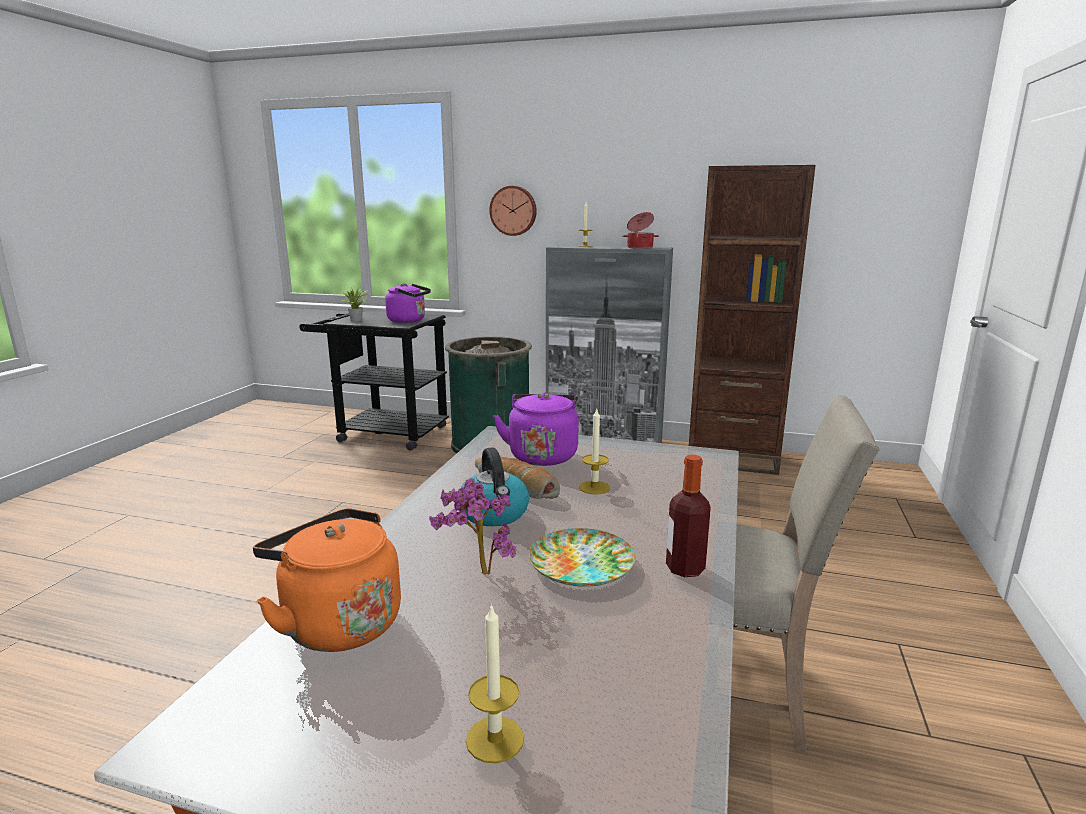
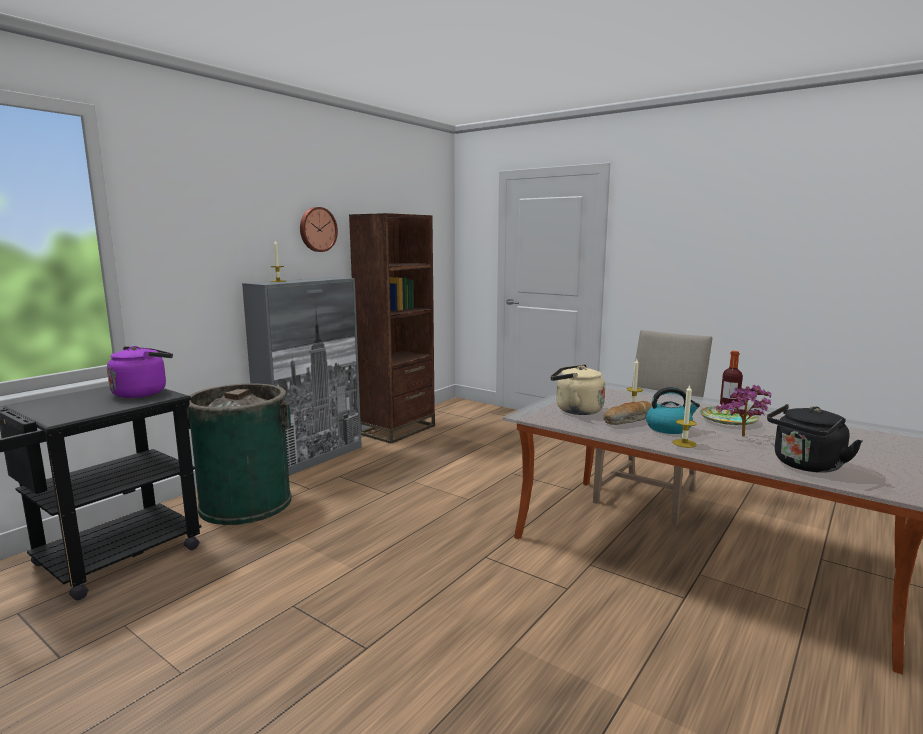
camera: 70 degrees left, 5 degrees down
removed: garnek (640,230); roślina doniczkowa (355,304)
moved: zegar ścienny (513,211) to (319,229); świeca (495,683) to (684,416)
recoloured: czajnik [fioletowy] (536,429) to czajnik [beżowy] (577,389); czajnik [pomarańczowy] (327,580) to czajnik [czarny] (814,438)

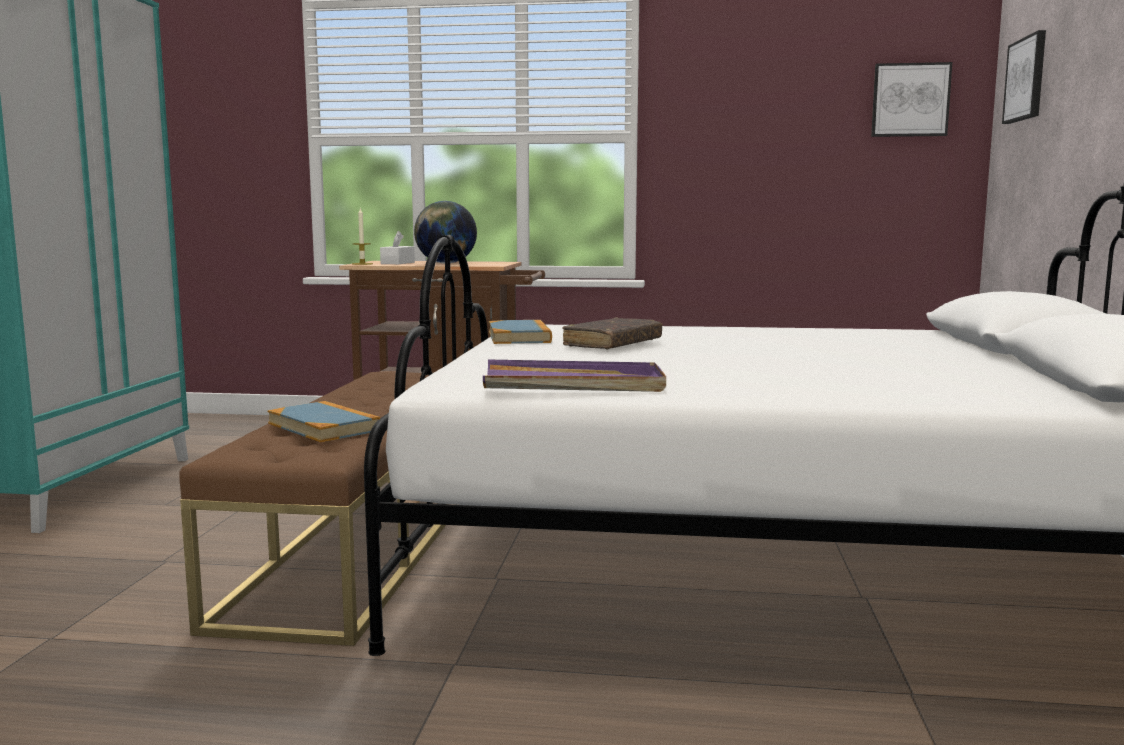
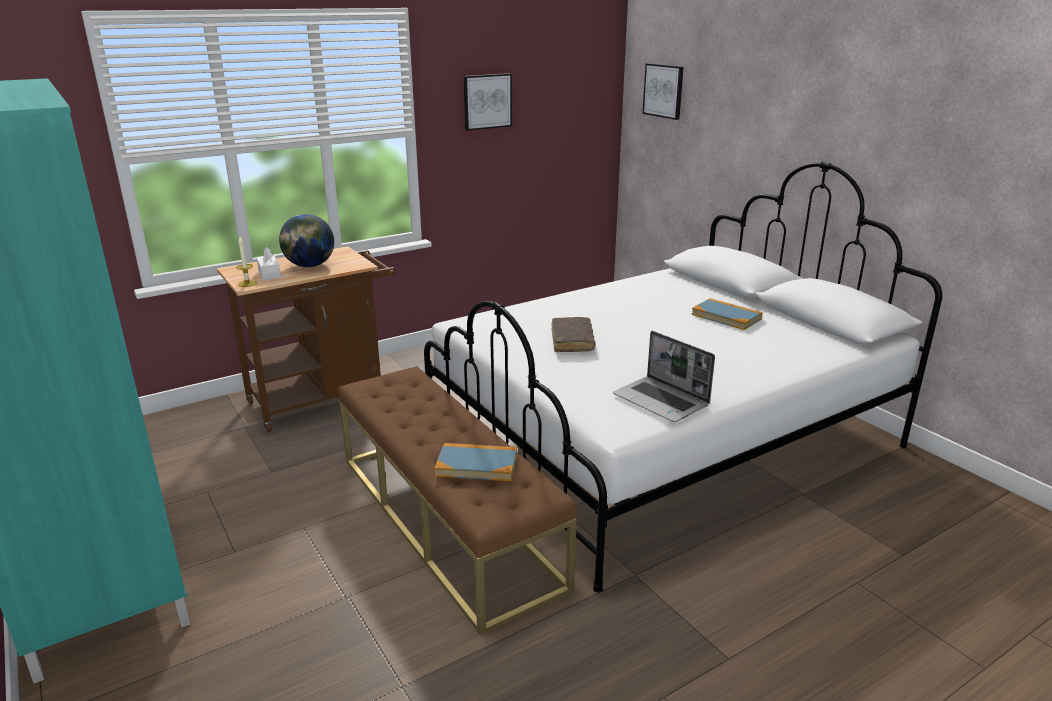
camera: 40 degrees left, 15 degrees up
moved: obraz (911,99) to (487,102); książka (520,332) to (726,314)
replaced: taca [fioletowy] (574,376) to laptop (664,376)

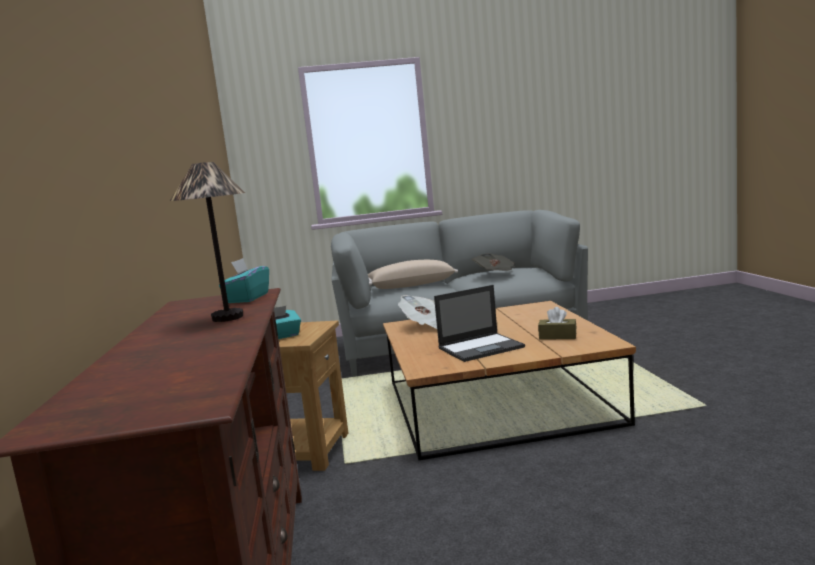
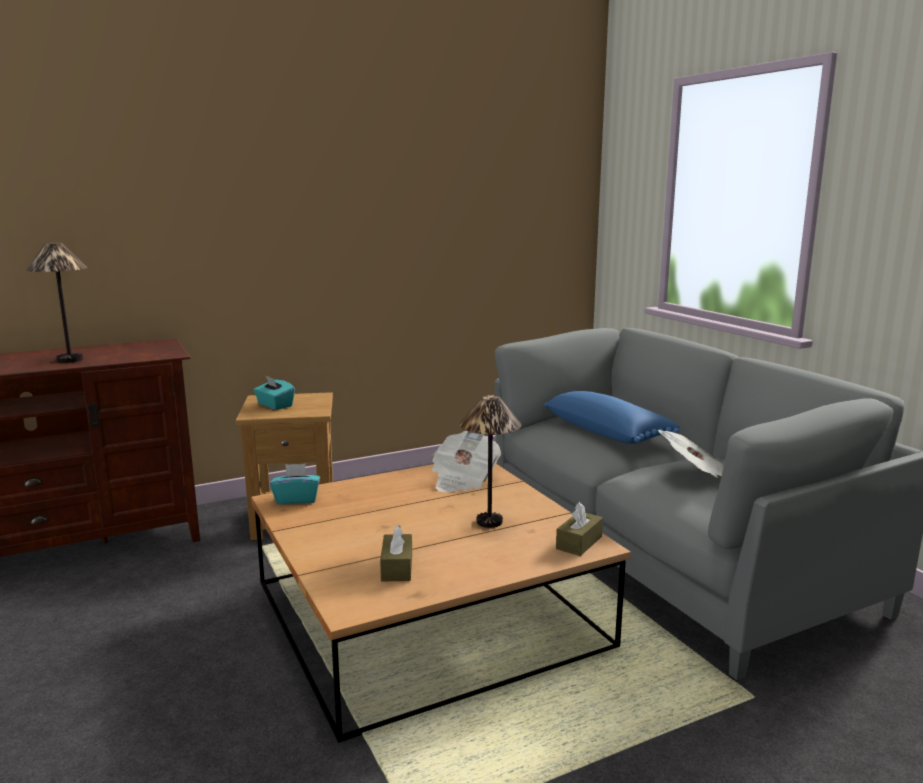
camera: 70 degrees right, 5 degrees up
removed: laptop (479,323)
added: lampa stołowa (491,461); pudełko chusteczek [brązowy] (579,529)
moved: pudełko chusteczek [turkusowy] (244,280) to (295,484)
recoloured: poduszka [beżowy] (413,274) to poduszka [niebieski] (612,417)

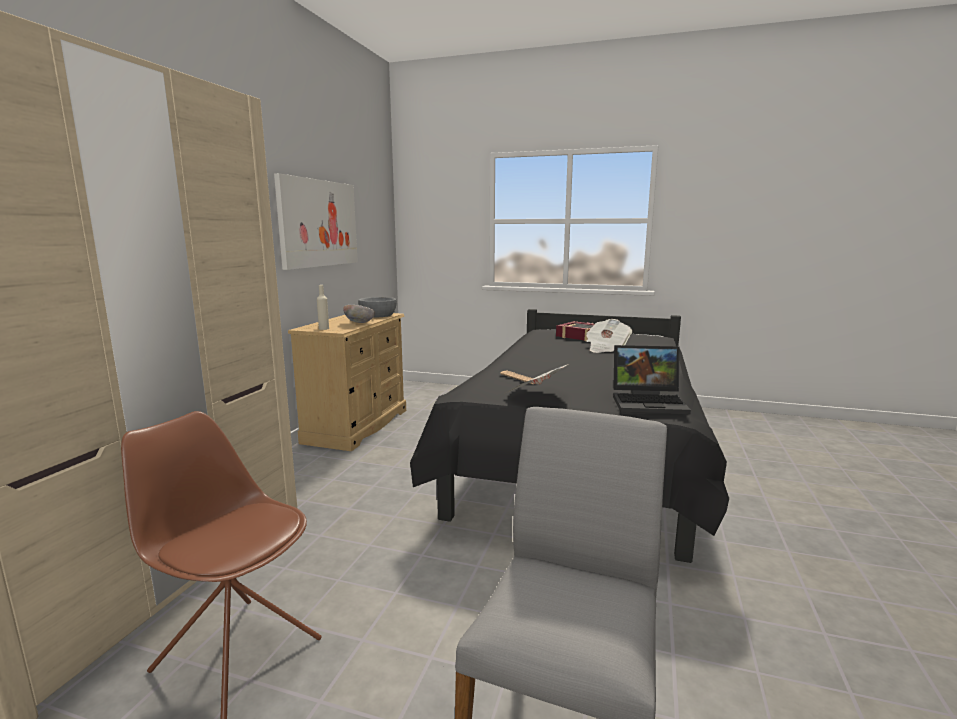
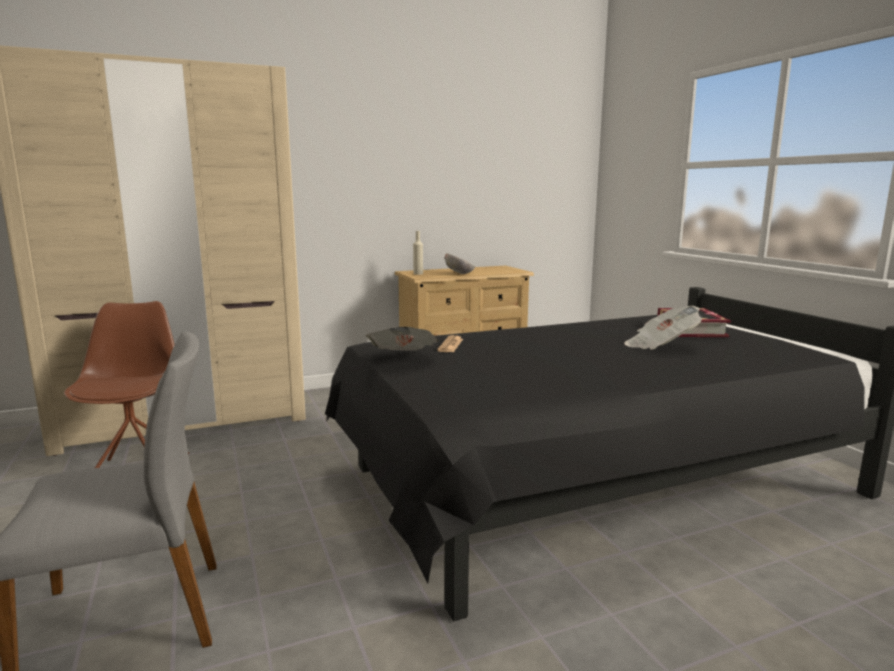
camera: 50 degrees right, 0 degrees up
removed: obraz (316,221); miska [szary] (377,307); laptop (652,380)

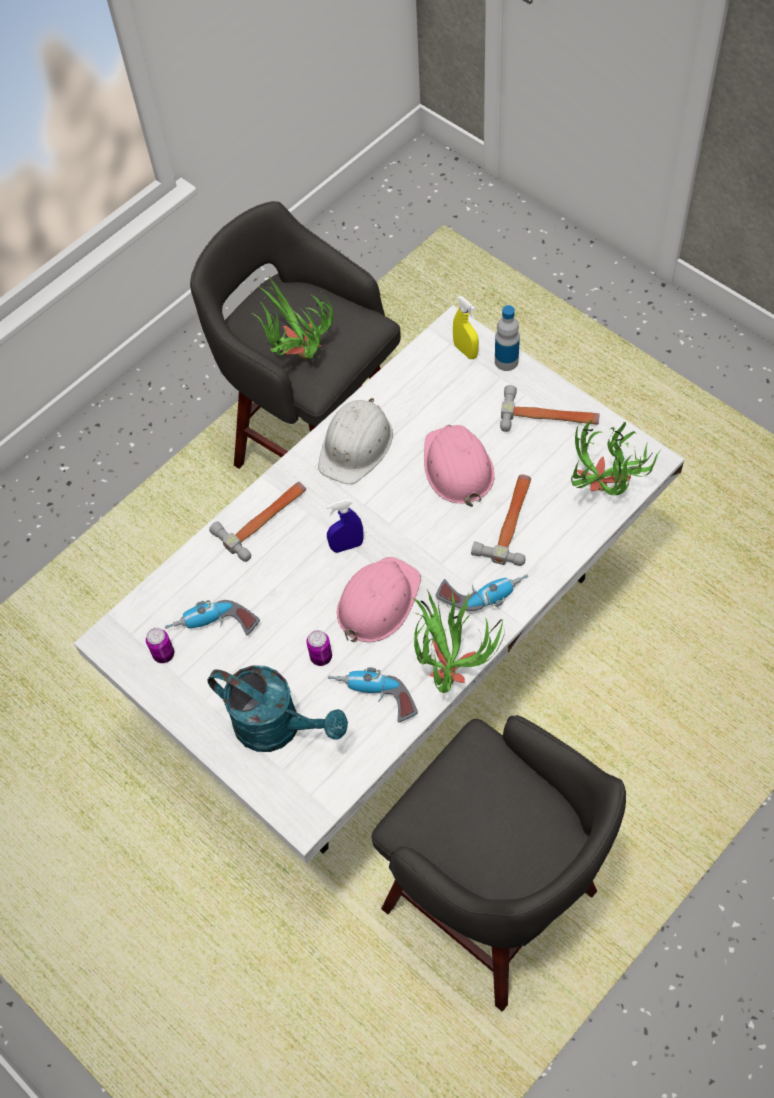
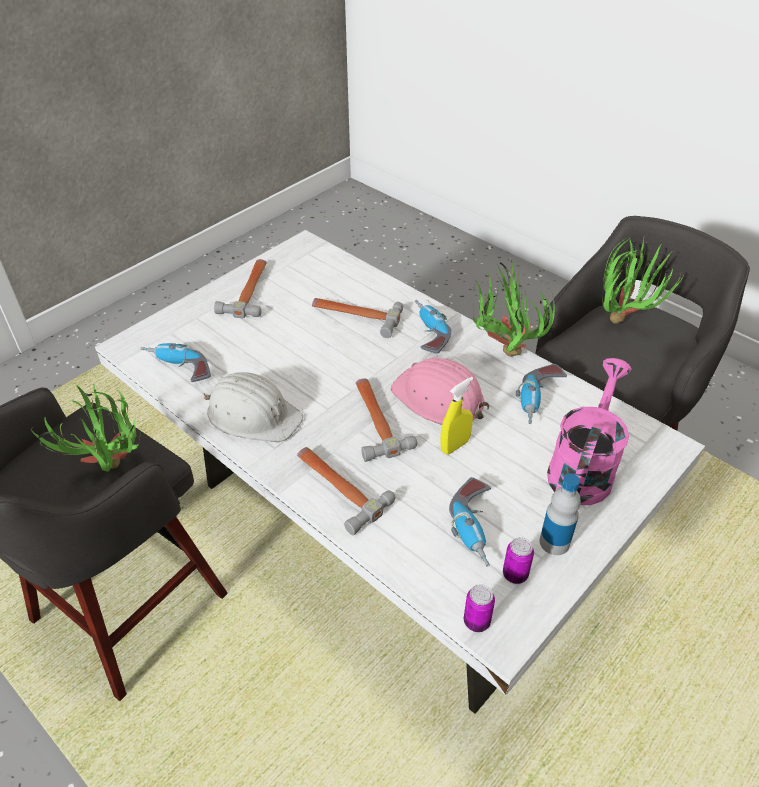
camera: 95 degrees left, 15 degrees down
removed: kask [różowy] (459,466)
added: wiertarka (176,362)
moved: spryskiwacz [żółty] (466,327) to (457,415); butelka (507,338) to (560,514); roślina doniczkowa (616,457) to (644,281); puszka (319,648) to (479,608)
replaced: spryskiwacz [niebieski] (345,526) to młotek (386,420)
recoloured: konewka [turkusowy] (278,708) to konewka [różowy] (589,431)

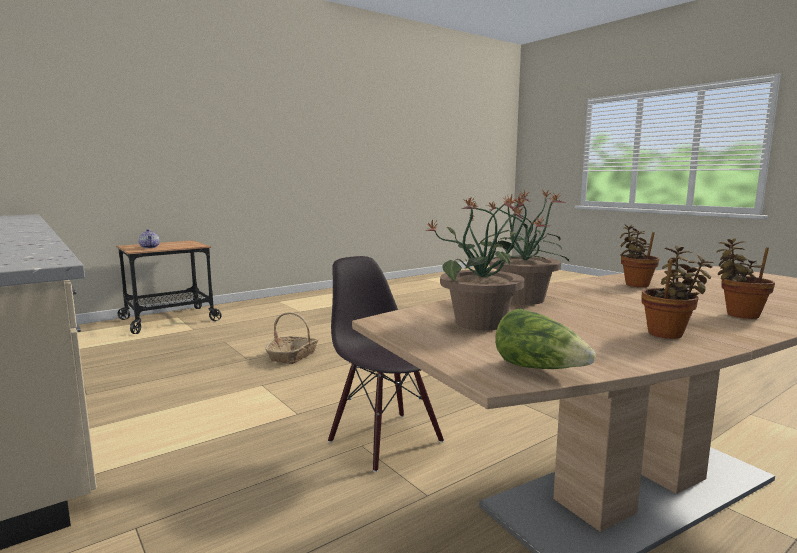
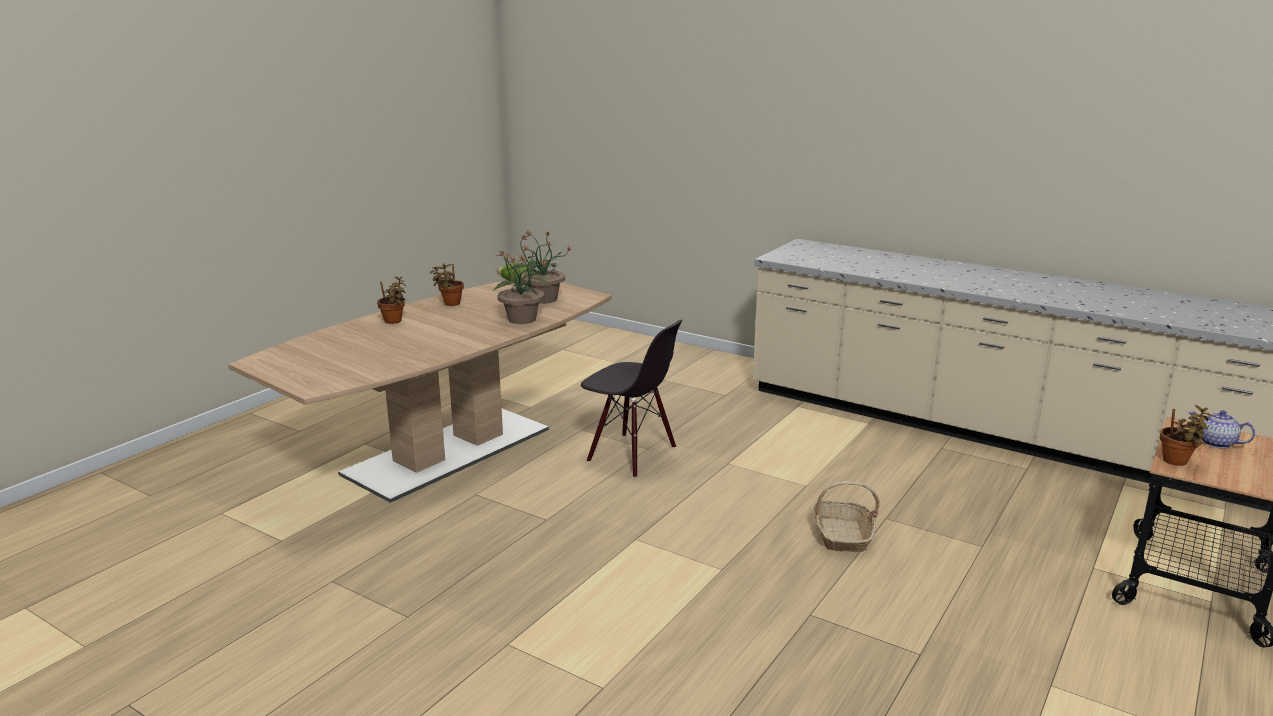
camera: 160 degrees right, 10 degrees up
moved: roślina doniczkowa (639,255) to (1186,435)

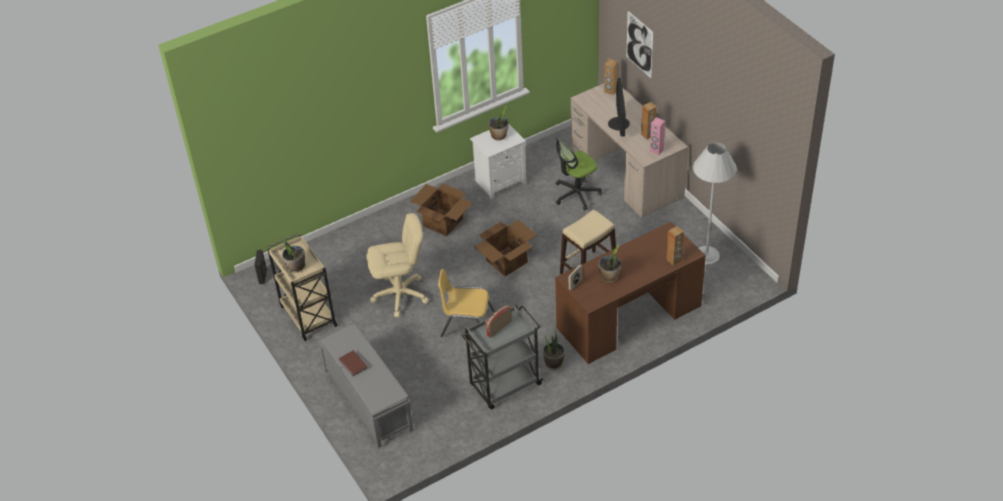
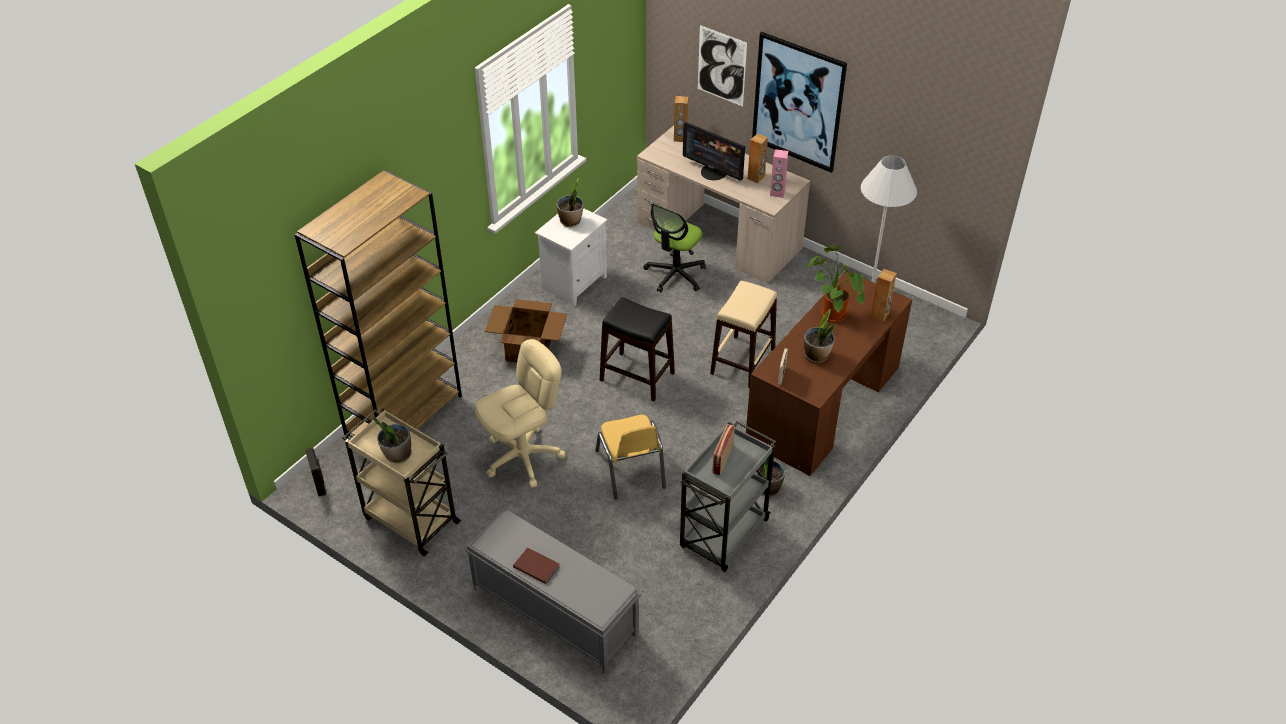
camera: 25 degrees left, 0 degrees up
added: obraz (799,102); regał [brązowy] (378,304); roślina doniczkowa (836,283)
replaced: karton (505,248) to stołek [czarny] (637,349)
turned: monitor (619,107) = (714,151) 150 degrees clockwise; krzesło [żółty] (466,303) = (630,457) 90 degrees counterclockwise

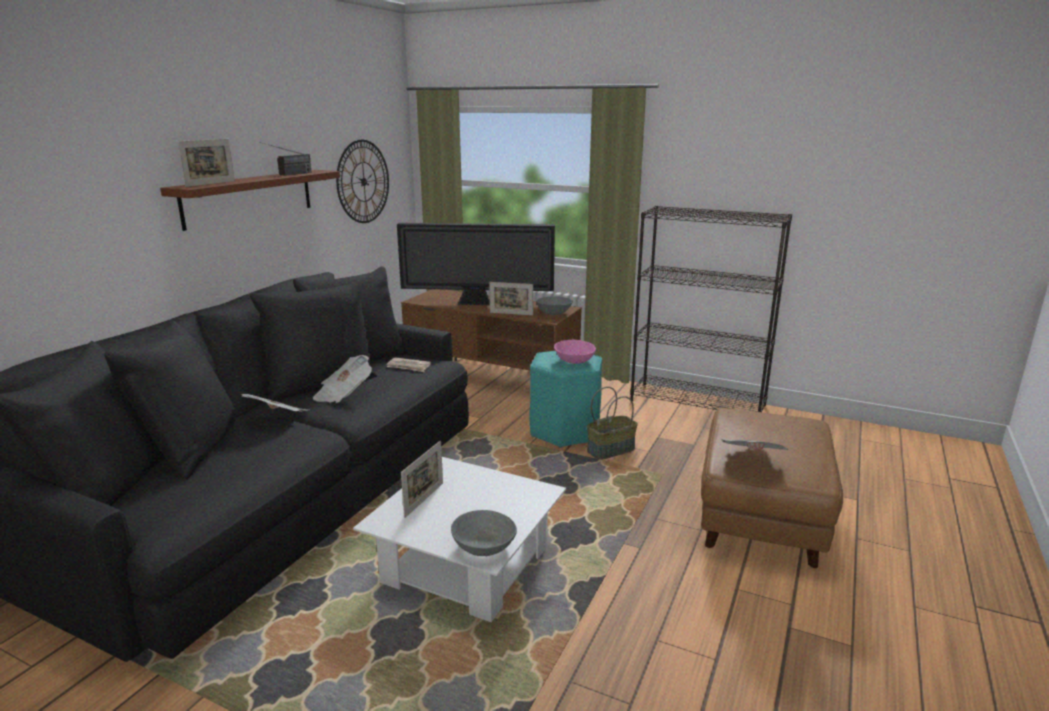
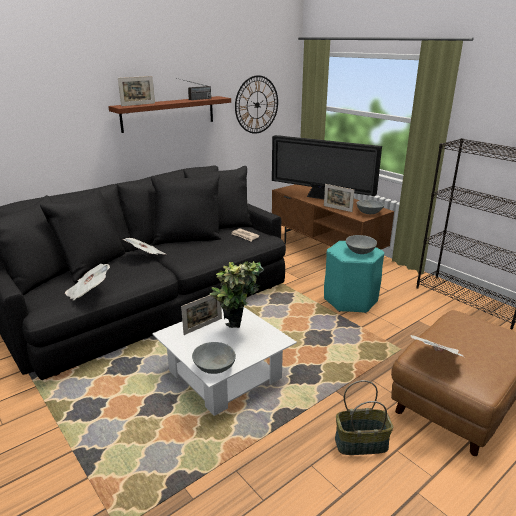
camera: 25 degrees right, 5 degrees up
added: roślina doniczkowa (236,294)
moved: gazeta (342,379) to (87,282); koszyk (612,423) to (364,417)
recoloured: miska [różowy] (575,352) to miska [szary] (361,244)

